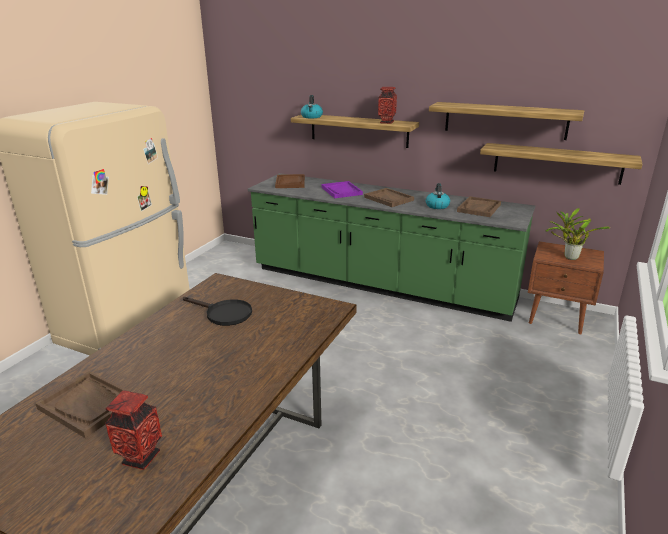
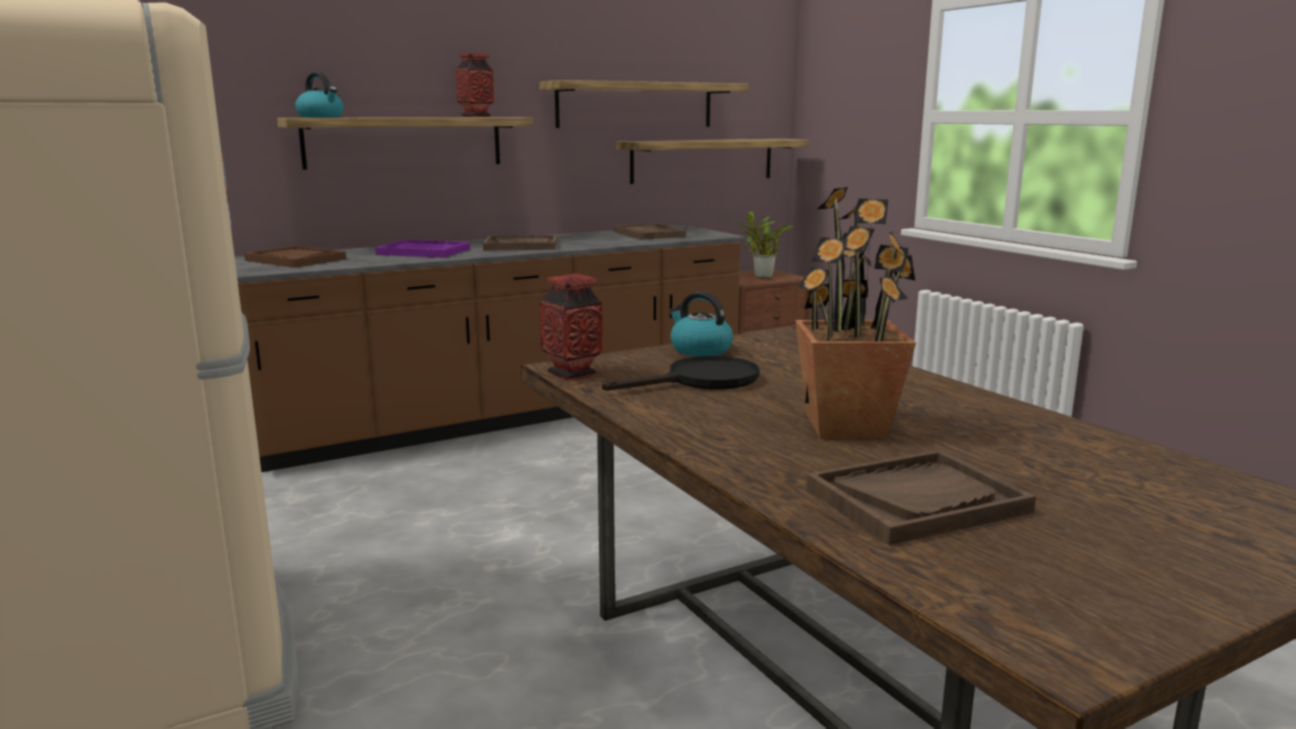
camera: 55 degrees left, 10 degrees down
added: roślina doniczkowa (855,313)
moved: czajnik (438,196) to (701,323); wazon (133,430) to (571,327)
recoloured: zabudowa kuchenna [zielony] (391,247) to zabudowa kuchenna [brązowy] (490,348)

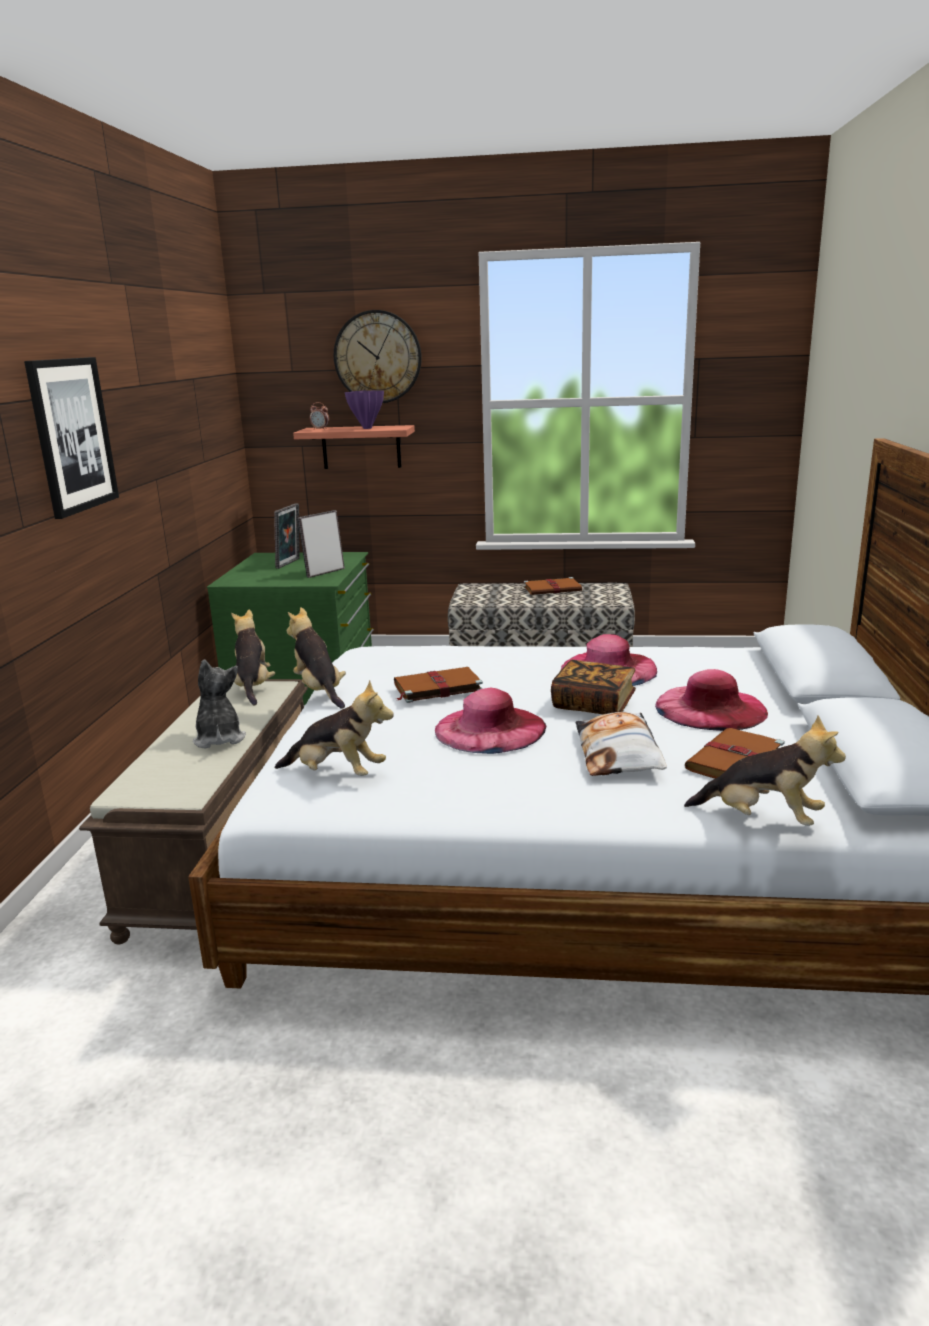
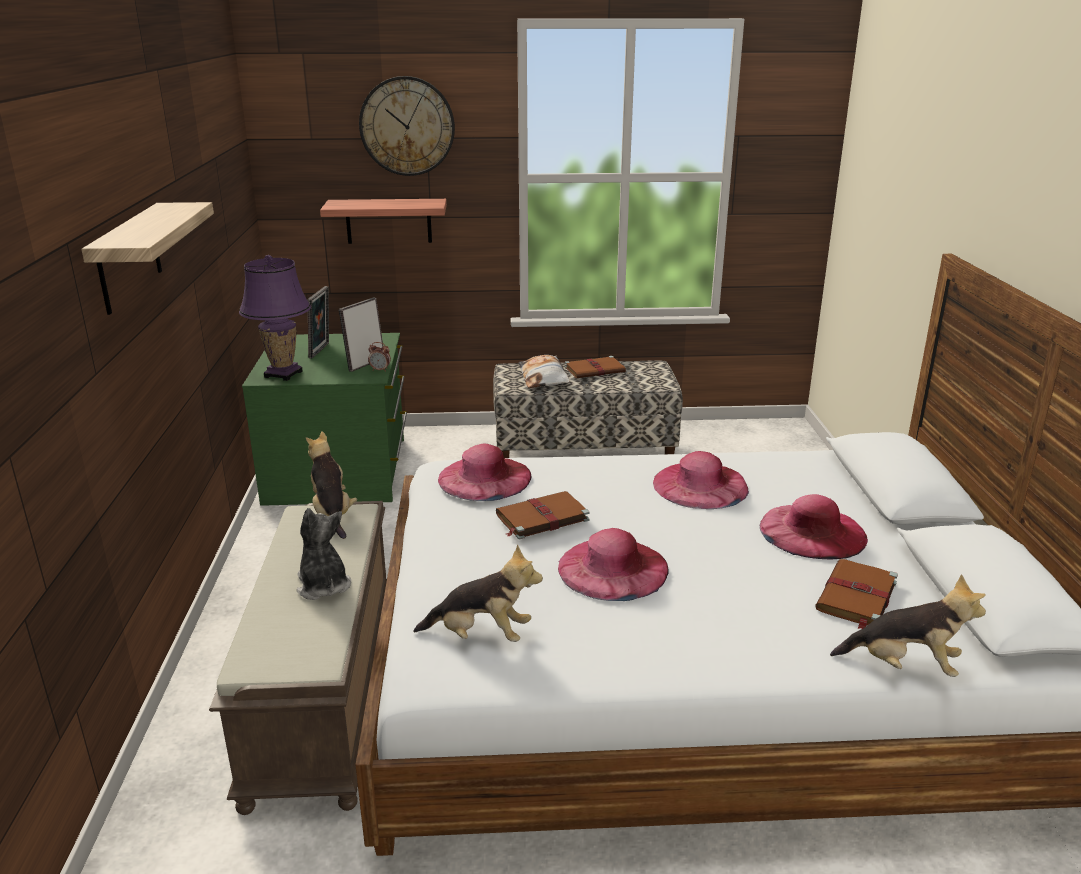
camera: 10 degrees left, 5 degrees up
removed: wazon [fioletowy] (364,409); pluszak (316,658); książka (593,687)
added: lampa stołowa [fioletowy] (275,318); kapelusz [różowy] (484,472)
moved: budzik (319,416) to (379,357); poduszka (621,744) to (544,371)
replaced: obraz (71,438) to półka (147,258)

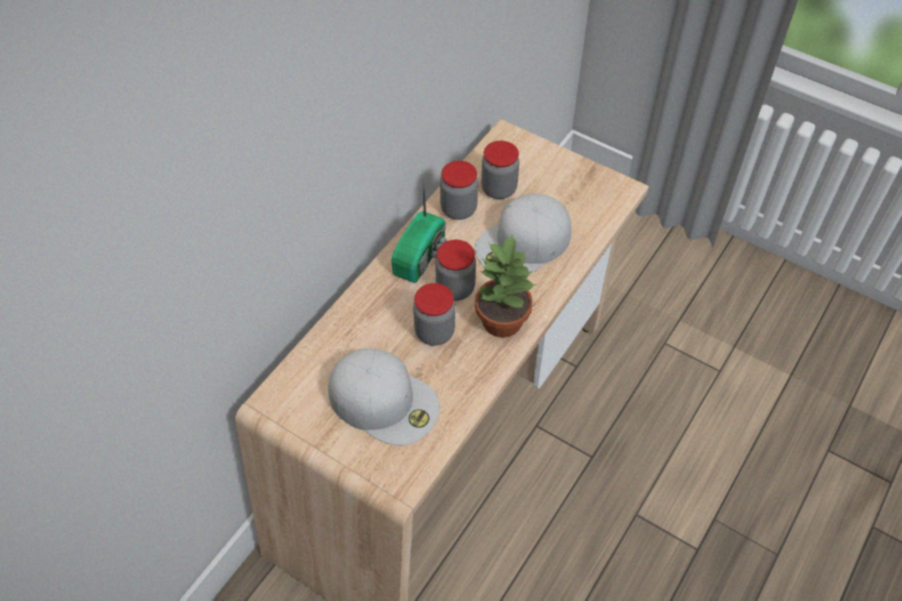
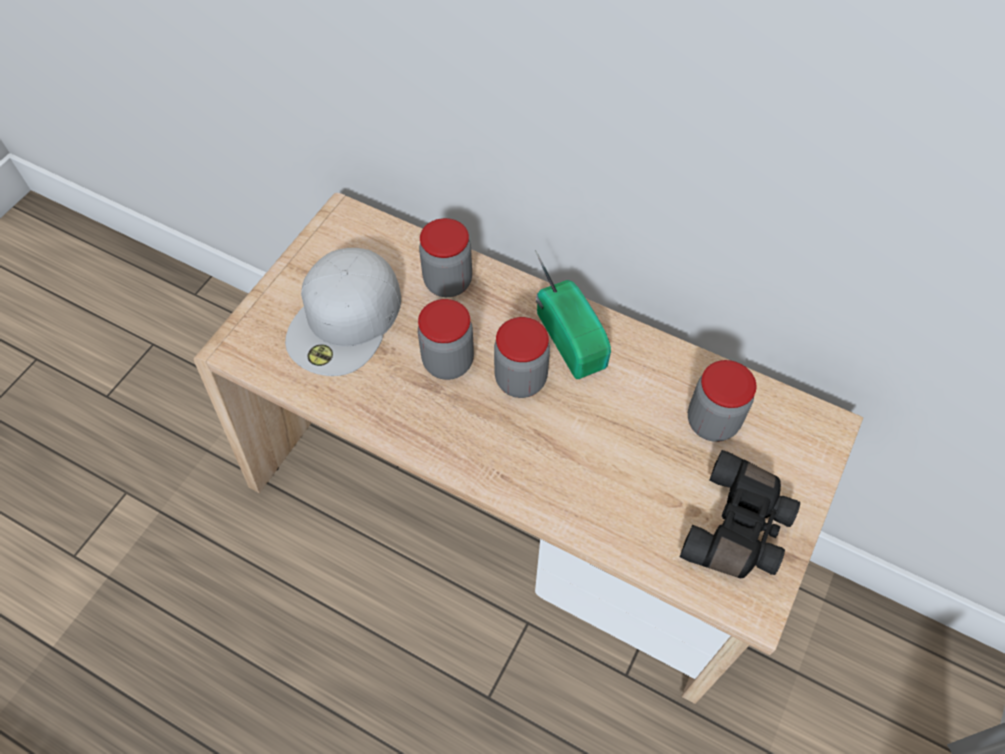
camera: 85 degrees right, 5 degrees up
removed: czapka z daszkiem [biały] (523,233); roślina doniczkowa (506,286)
added: lornetka [czarny] (740,514)
moved: słoik (459,190) to (445,257)
turned: radio (419,231) = (573,314) 135 degrees counterclockwise

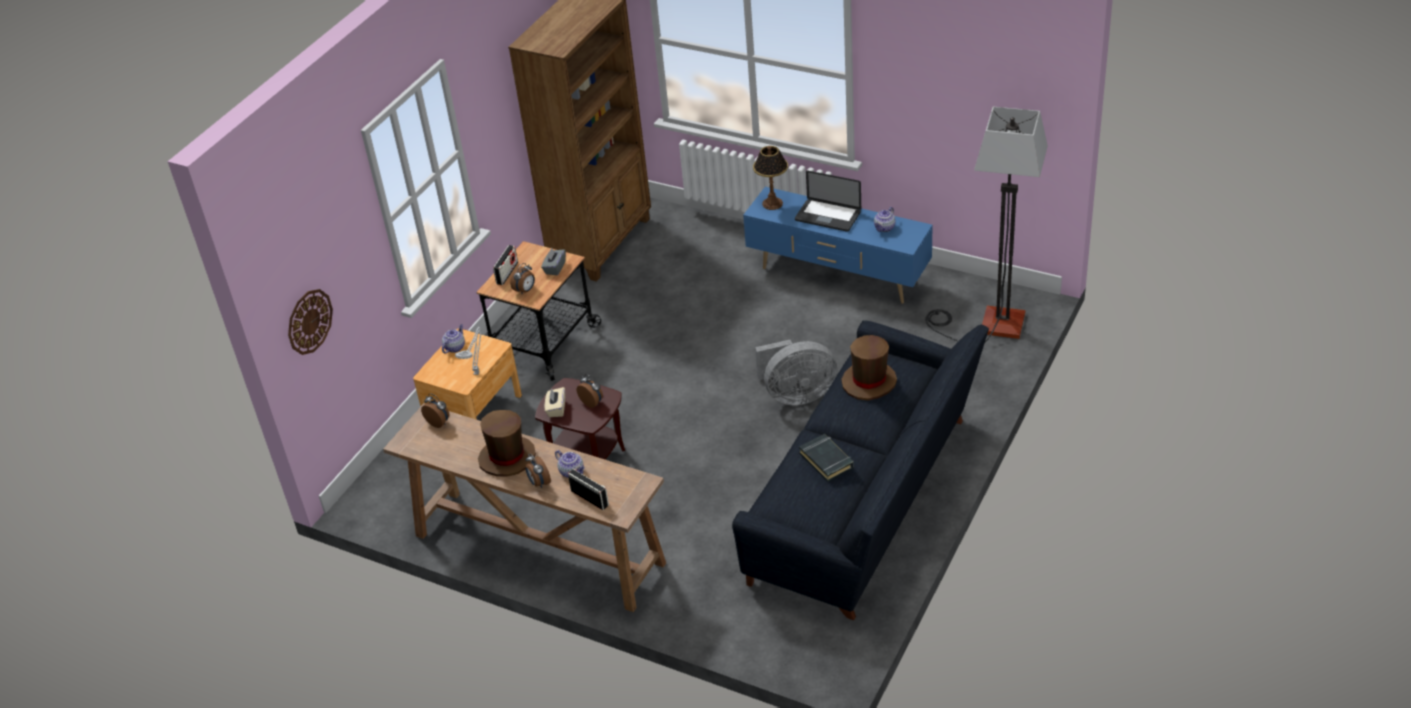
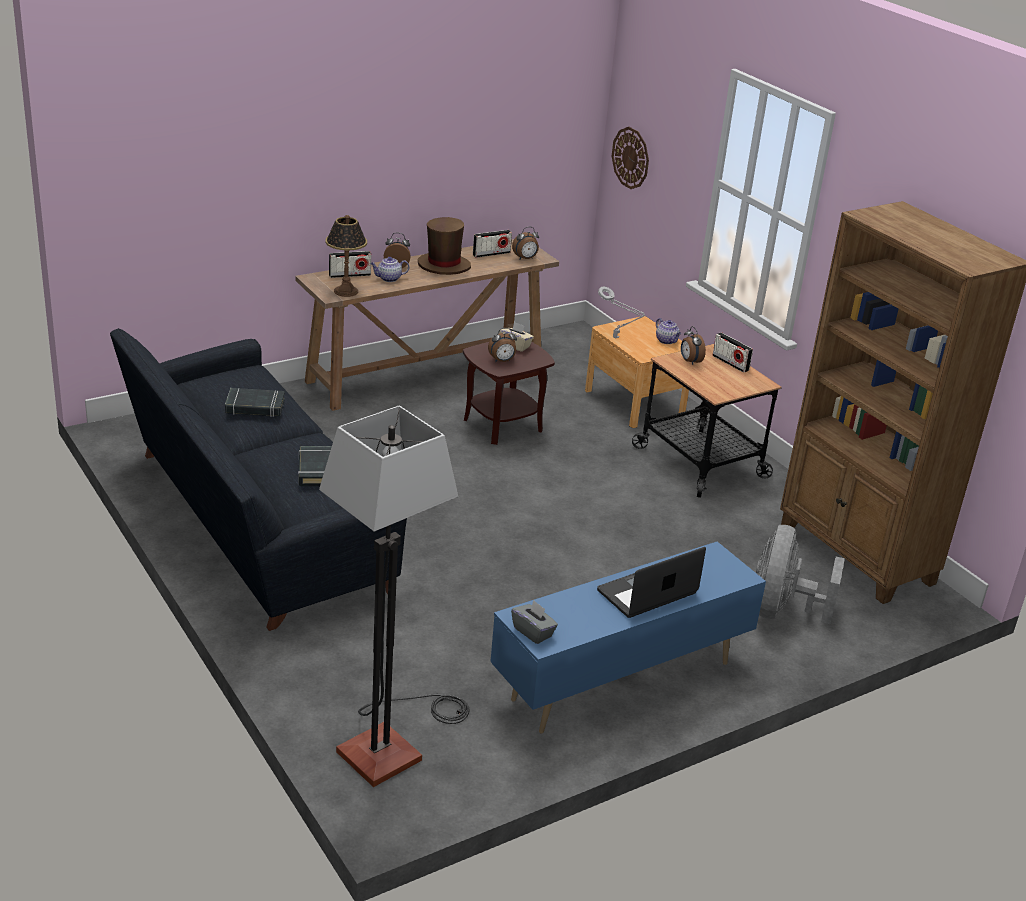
camera: 115 degrees right, 10 degrees down
removed: imbryk (885,219)
added: radio (492,244)
moved: lampa stołowa (770,178) to (346,256); pudełko chusteczek [szary] (553,261) to (534,622); wentylator [szary] (796,372) to (800,574)
replaced: kapelusz [brązowy] (869,368) to książka [czarny] (315,466)

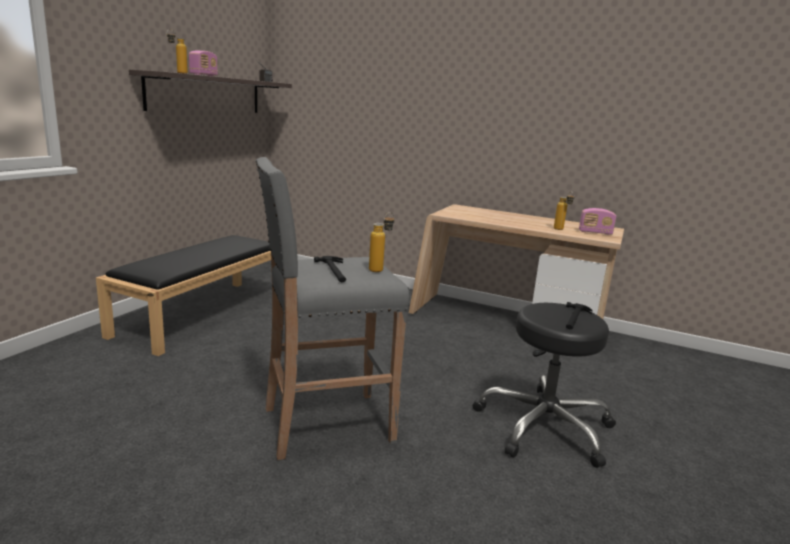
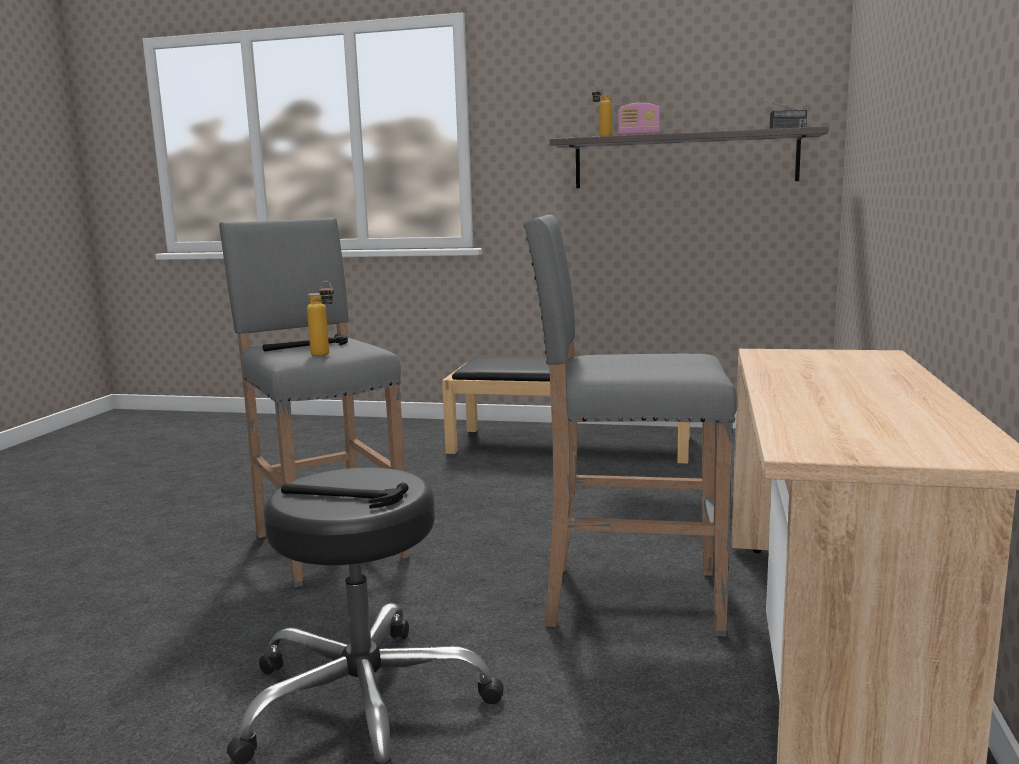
camera: 80 degrees right, 5 degrees down
removed: butelka (564,211); radio (597,221)
added: stołek [szary] (630,425)

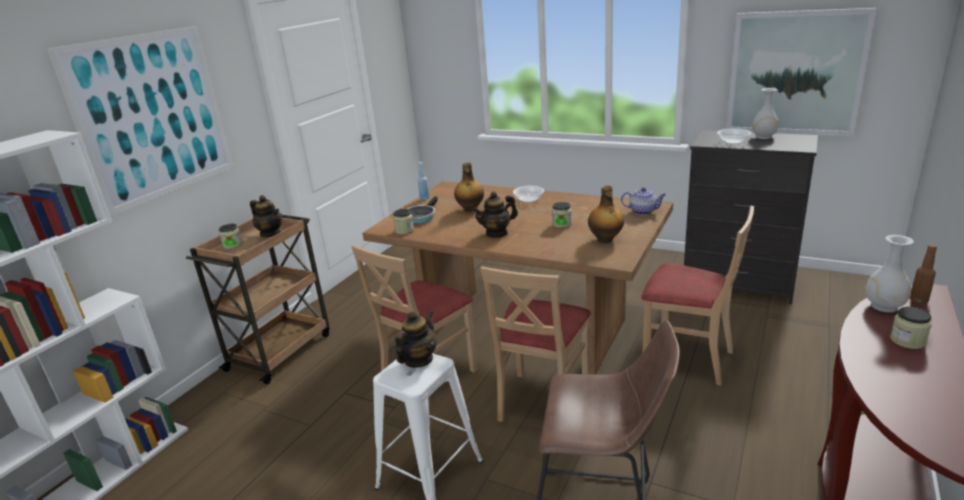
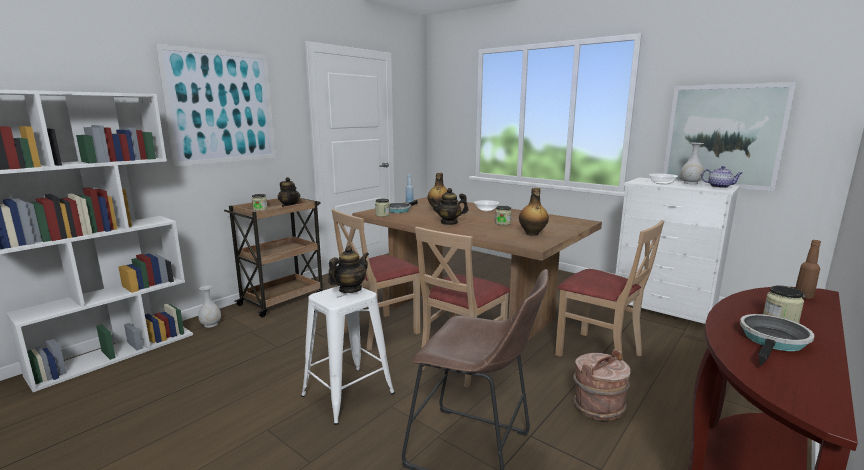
camera: 10 degrees right, 10 degrees down
added: patelnia (777,340); wiadro [brązowy] (602,384)
moved: imbryk (643,201) to (722,177); wazon [biały] (889,273) to (209,306)
recoloured: komoda [czarny] (751,217) to komoda [biały] (677,250)

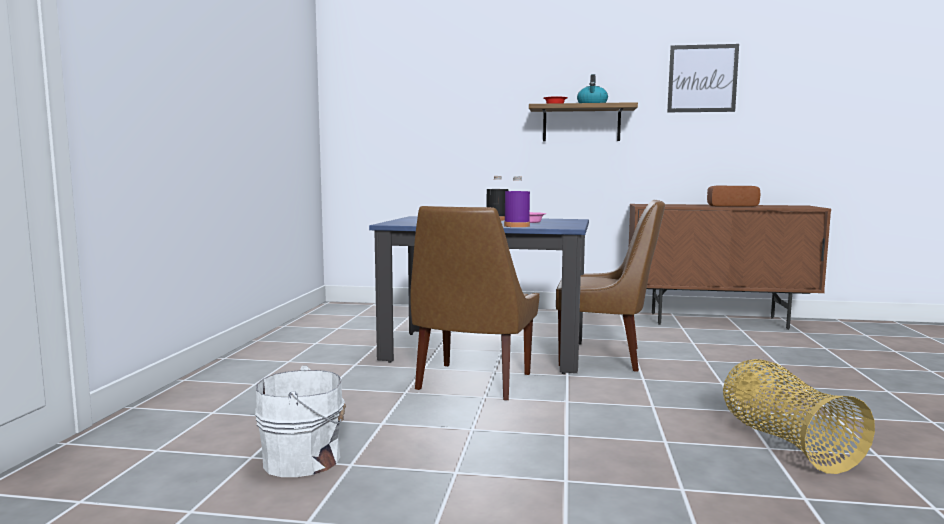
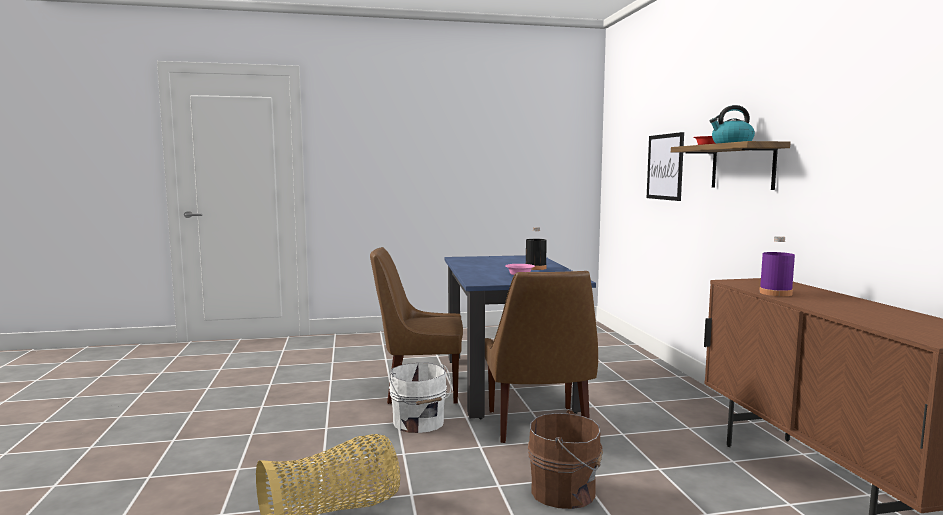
camera: 70 degrees right, 0 degrees up
removed: chleb (733,196)
added: wiadro [brązowy] (565,459)
moved: obraz (703,78) to (665,166); butelka [fioletowy] (517,201) to (777,266); wiadro [biały] (300,421) to (420,398)

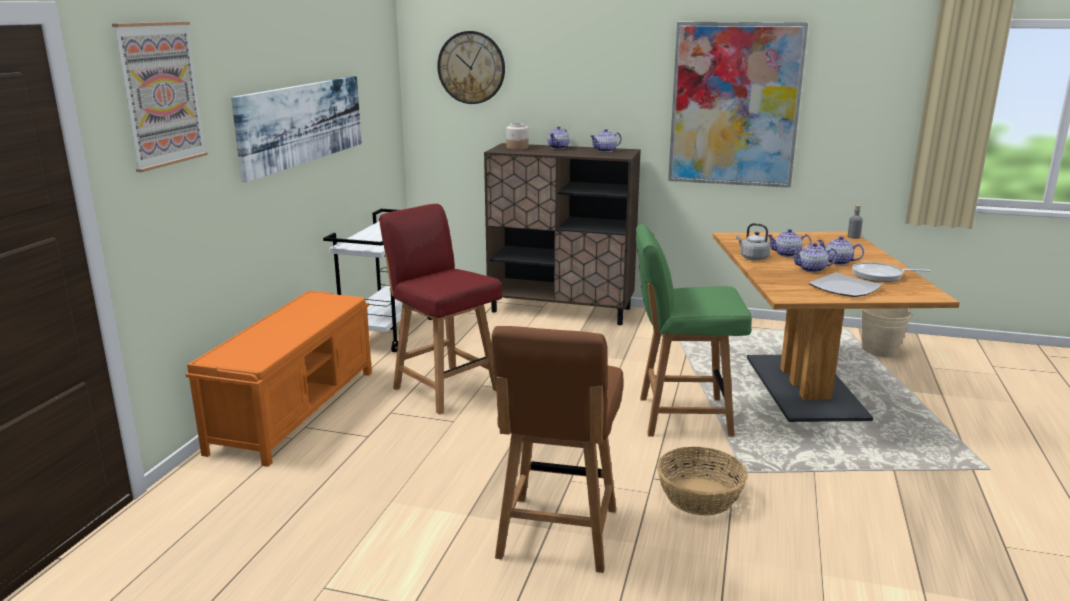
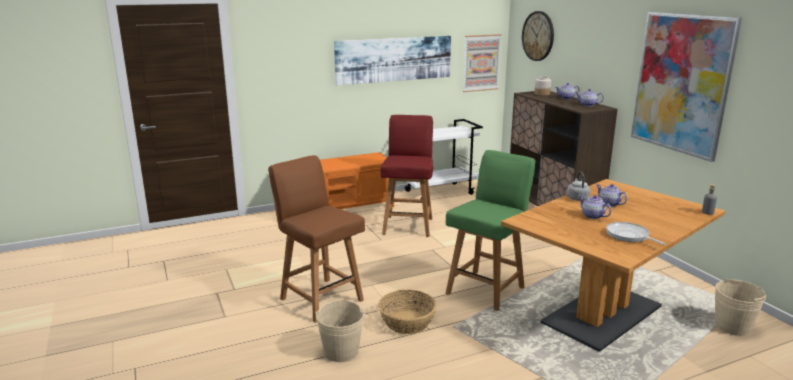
camera: 50 degrees right, 0 degrees up
removed: imbryk (840,250); talerz (845,285)
added: wiadro [beżowy] (339,331)
moved: obraz (160,97) to (482,63)
turned: krzesło [zielony] (694,330) = (491,230) 75 degrees clockwise; krzesło [brązowy] (557,449) = (316,239) 75 degrees clockwise

